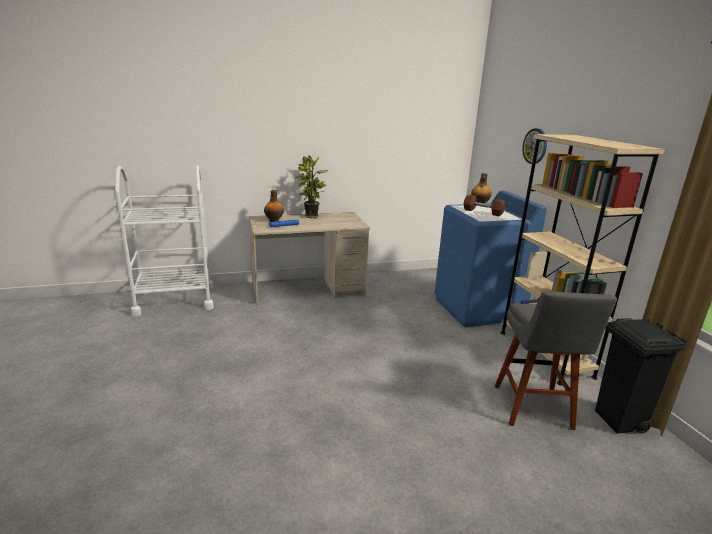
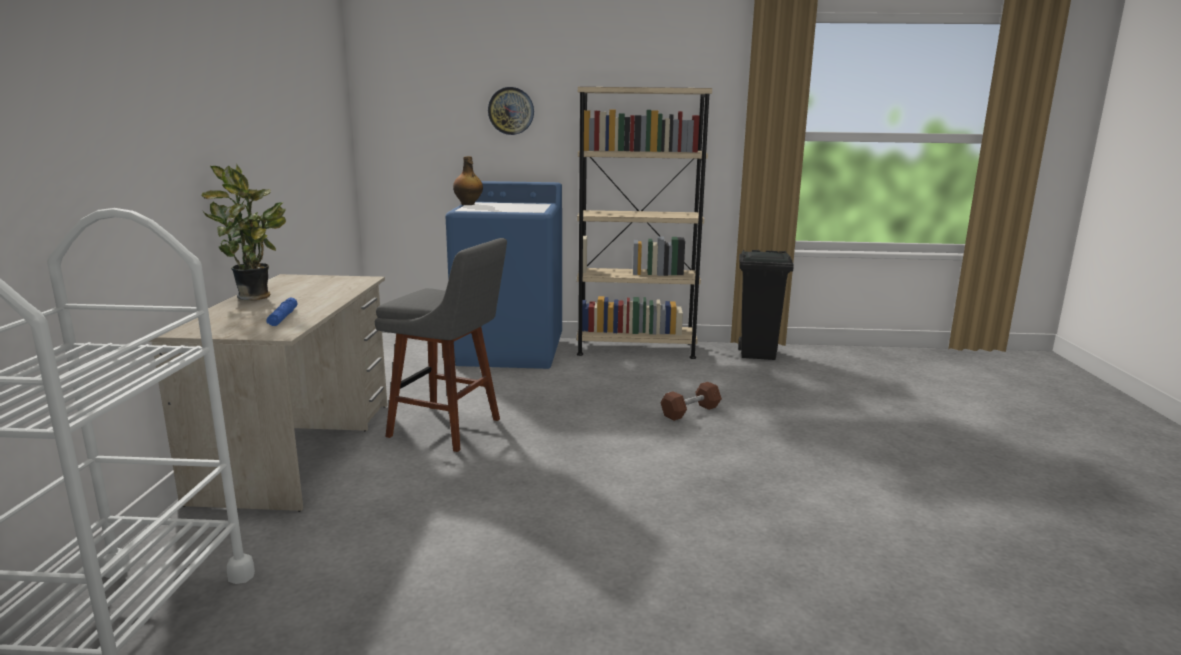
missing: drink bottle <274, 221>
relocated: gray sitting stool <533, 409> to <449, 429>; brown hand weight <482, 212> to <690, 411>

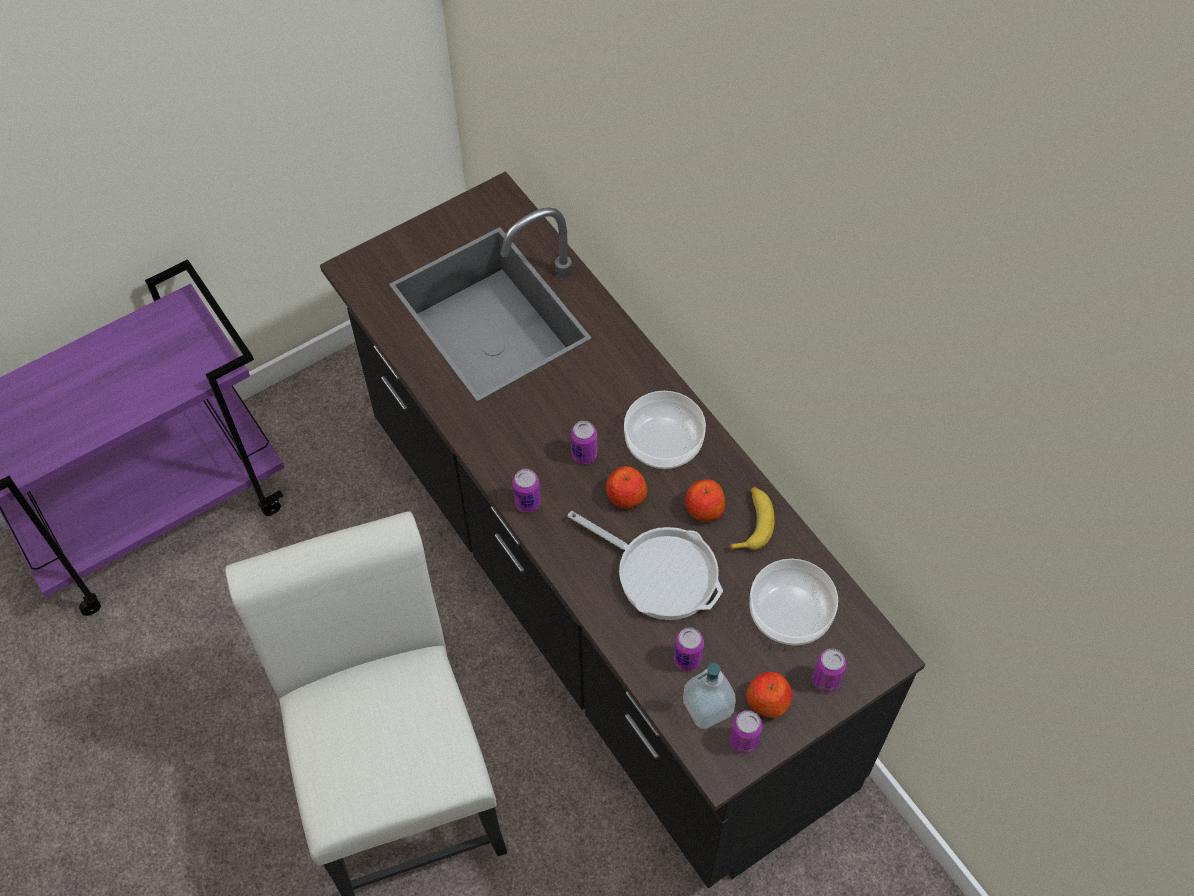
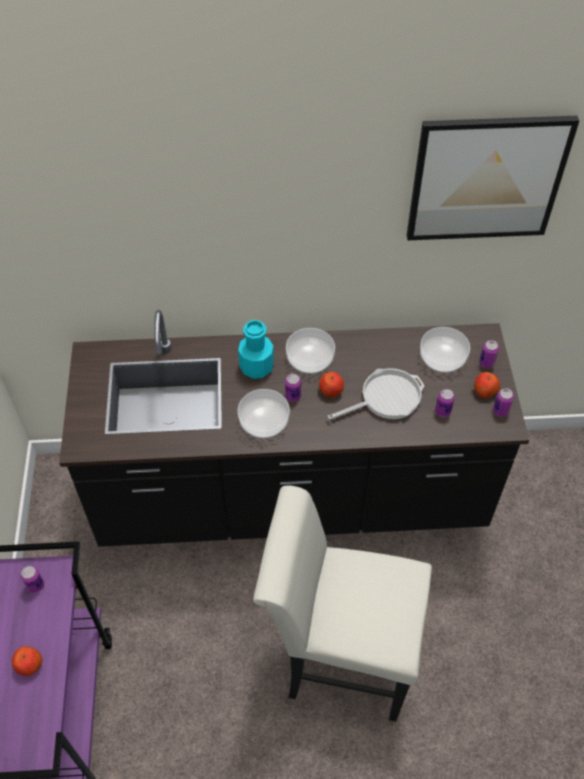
missing: liquid soap bottle <707, 707>; whole banana <752, 522>
appeared: turquoise drink bottle <256, 367>; bowl <264, 421>; wall picture <486, 179>
relocated: whole apple <704, 509> to <29, 665>; can <527, 502> to <36, 585>

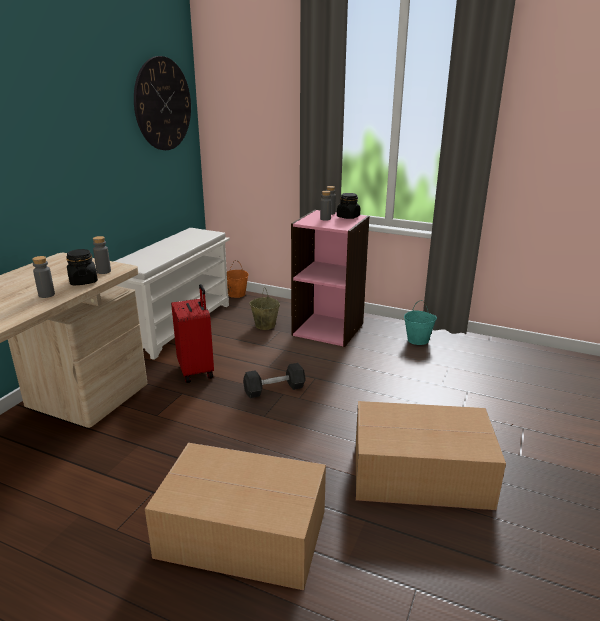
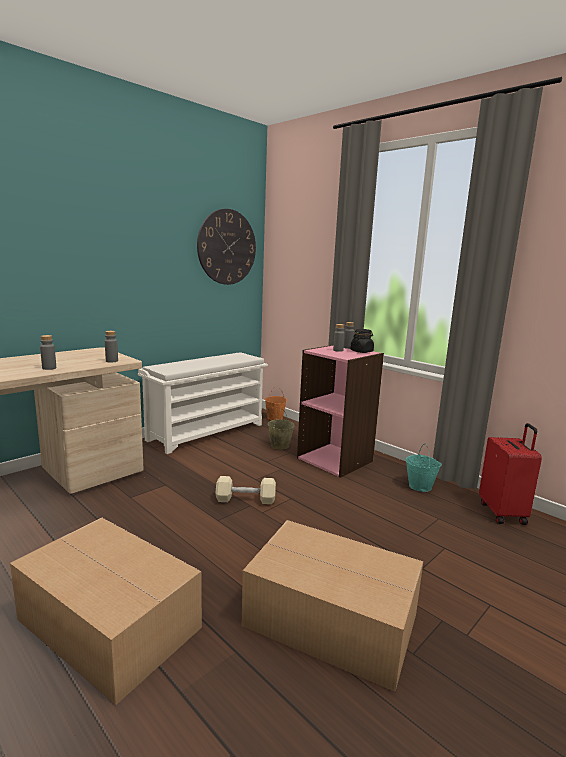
missing: blackish preserve jar <83, 281>
relocated: reddish travel case <197, 370> to <503, 513>
colour: blackish hand weight <274, 389> to sand-coloured hand weight <245, 499>

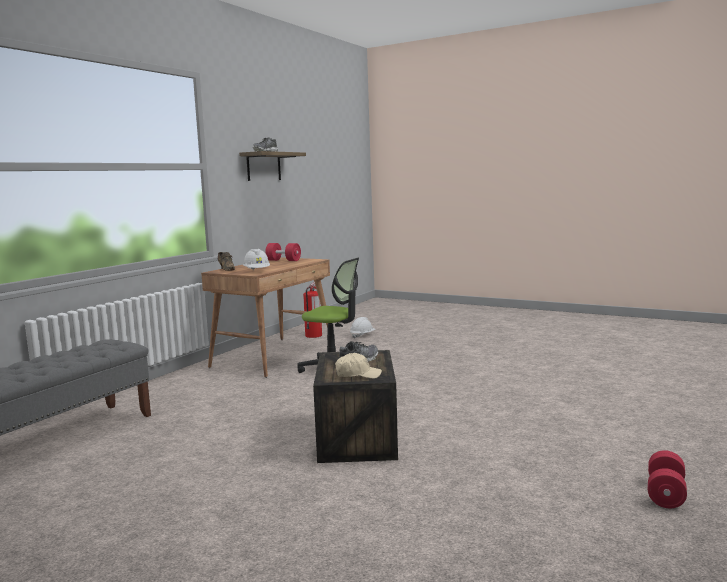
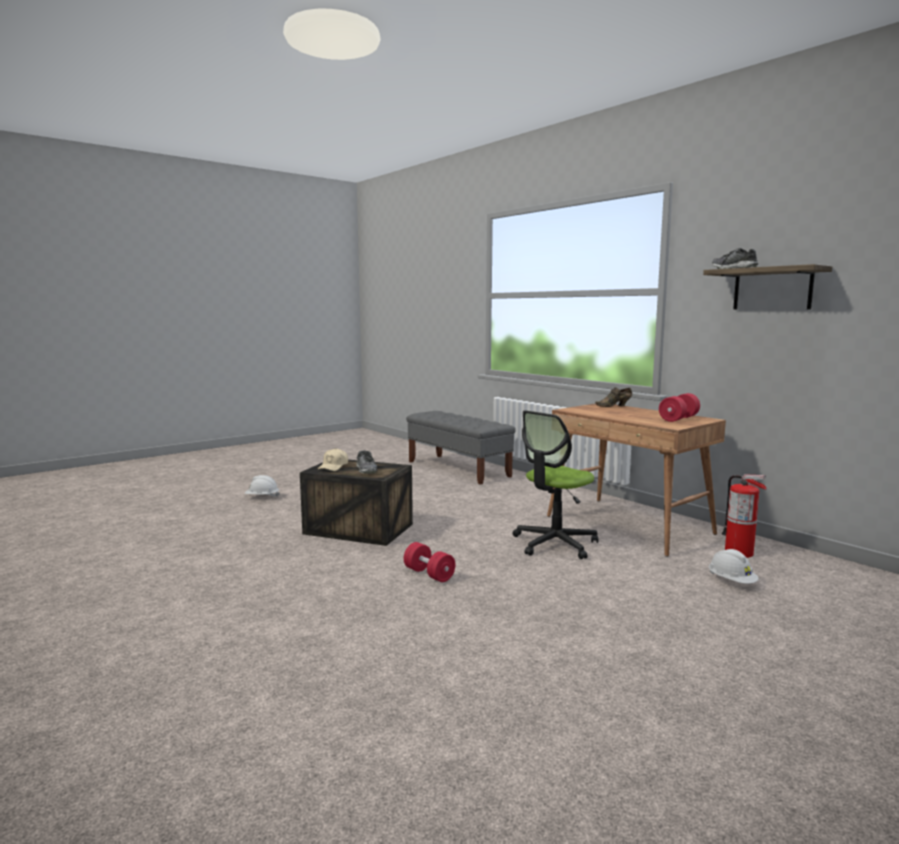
relocated: white safety helmet <257, 271> to <262, 497>; reddish hand weight <665, 494> to <429, 574>

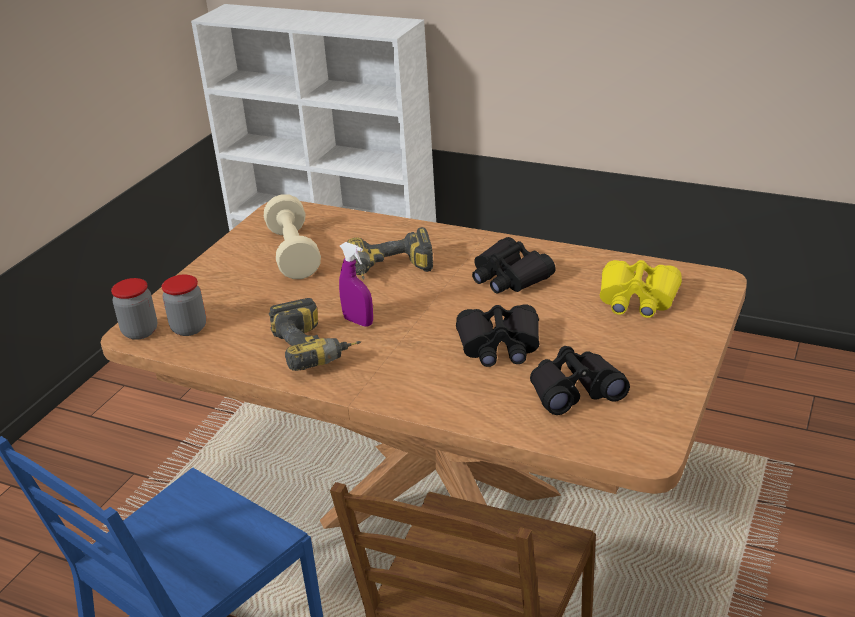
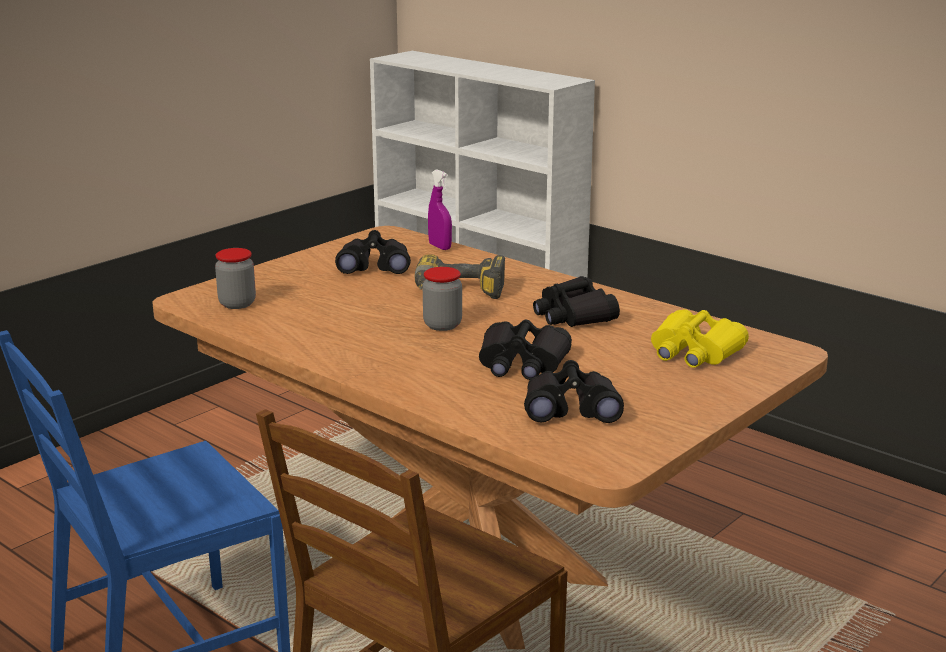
missing: power drill <316, 348>
relocated: preserve jar <140, 332> to <442, 325>; purplish sprayer <358, 321> to <440, 247>
exchanged: sand-coloured hand weight <293, 254> to blackish binoculars <374, 266>

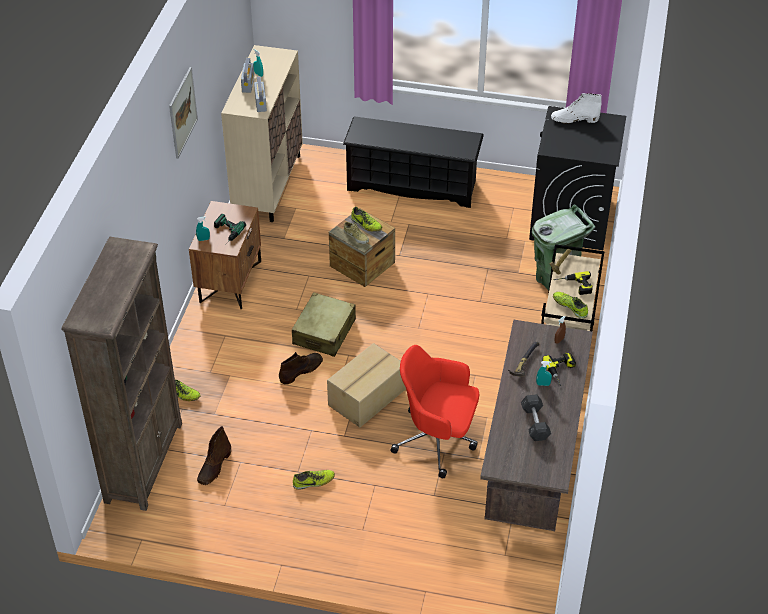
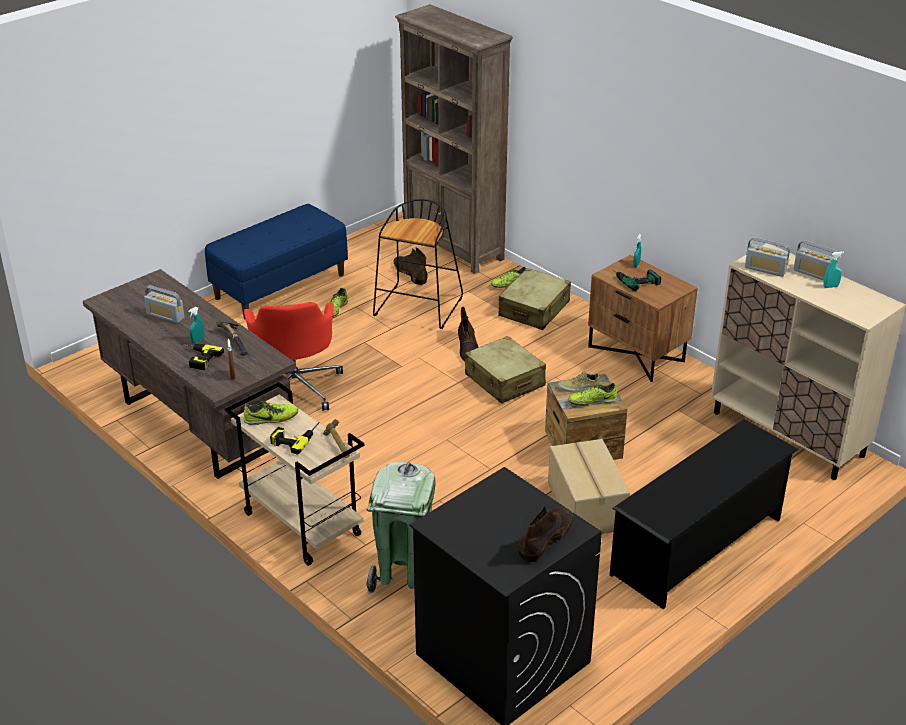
missing: wall picture <182, 112>
appeared: bluish indoor bench <280, 286>; blackish sitting stool <418, 308>; sand-coloured travel case <534, 309>
relocated: cardboard box <367, 397> to <585, 506>
exchanged: gray hand weight <535, 423> to radio <165, 316>
colour: white tall boot <574, 119> to brown tall boot <546, 538>
spun: reddish computer chair <437, 440> = <295, 387> 120 degrees clockwise

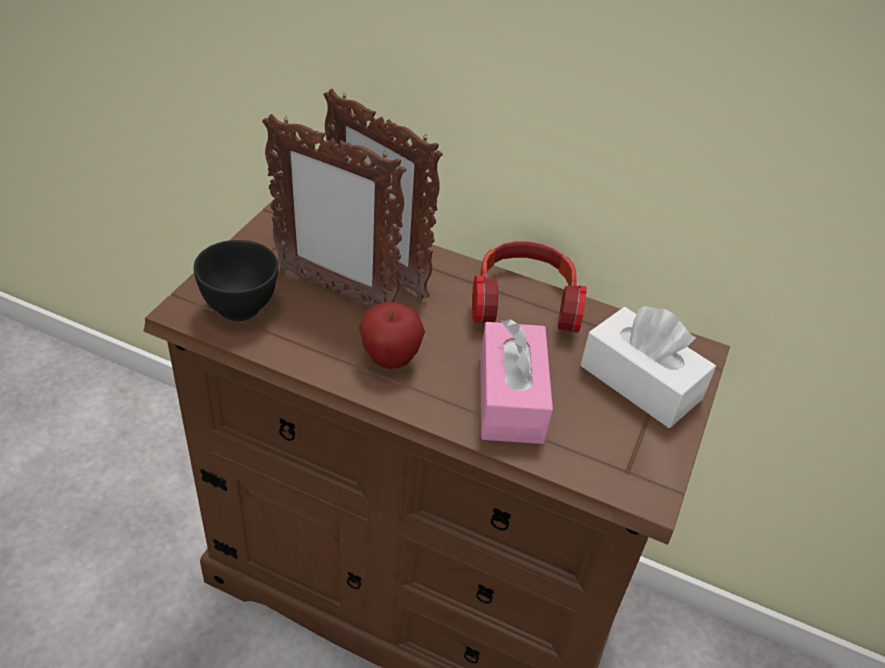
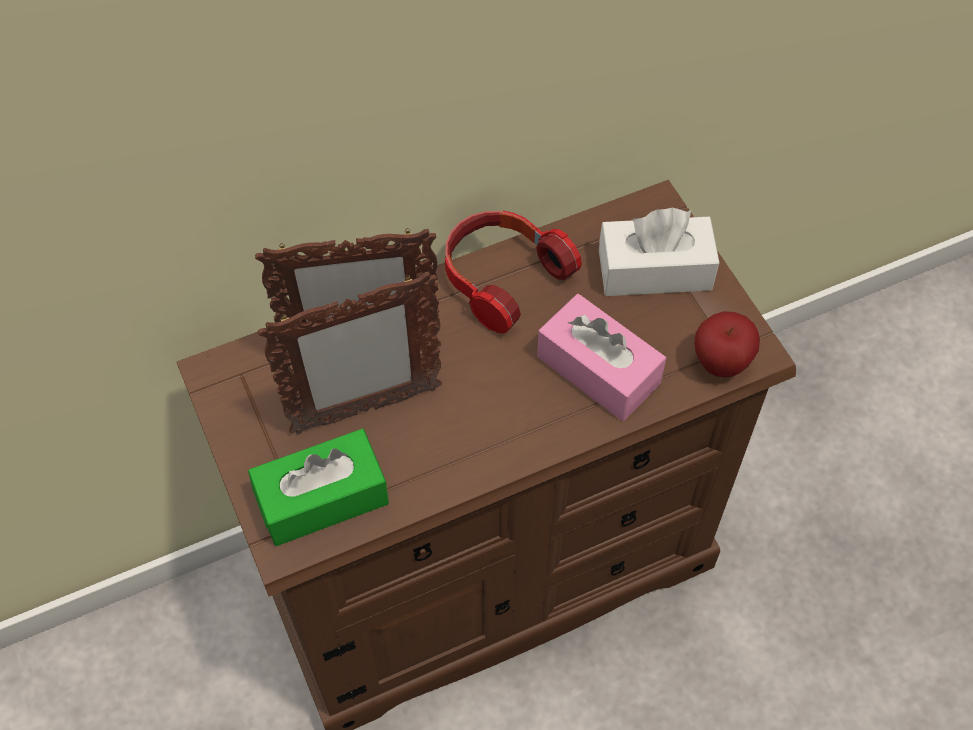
relocated: whole apple <390, 359> to <720, 364>
exchanged: blackish bowl <241, 308> to green-coloured tissue holder <322, 498>

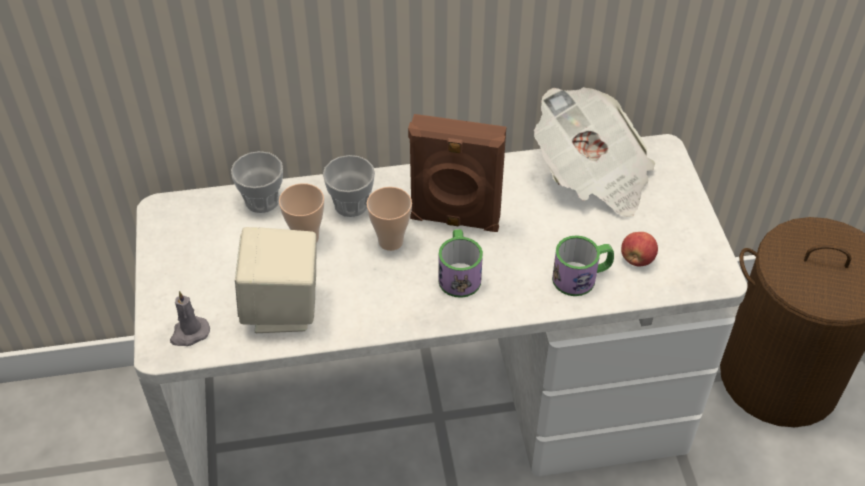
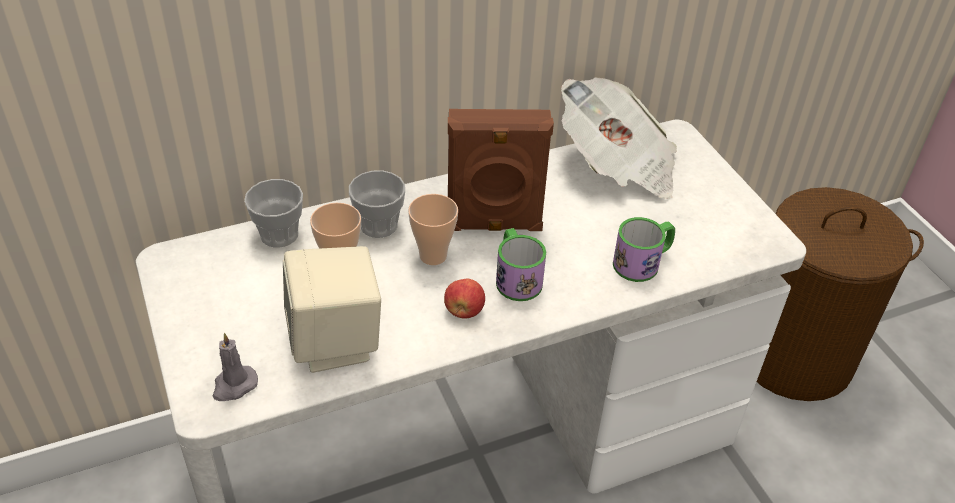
relocated: whole apple <637, 259> to <464, 311>

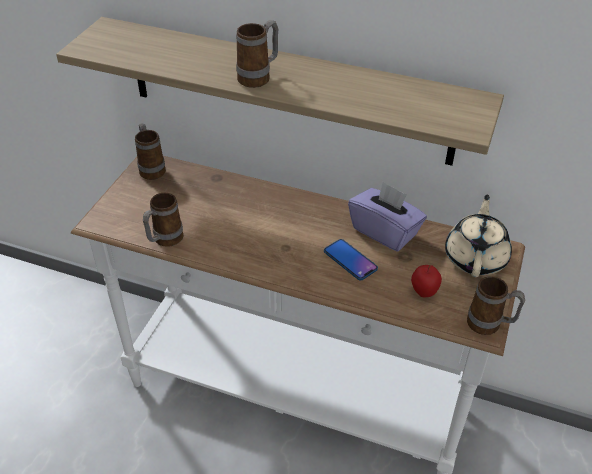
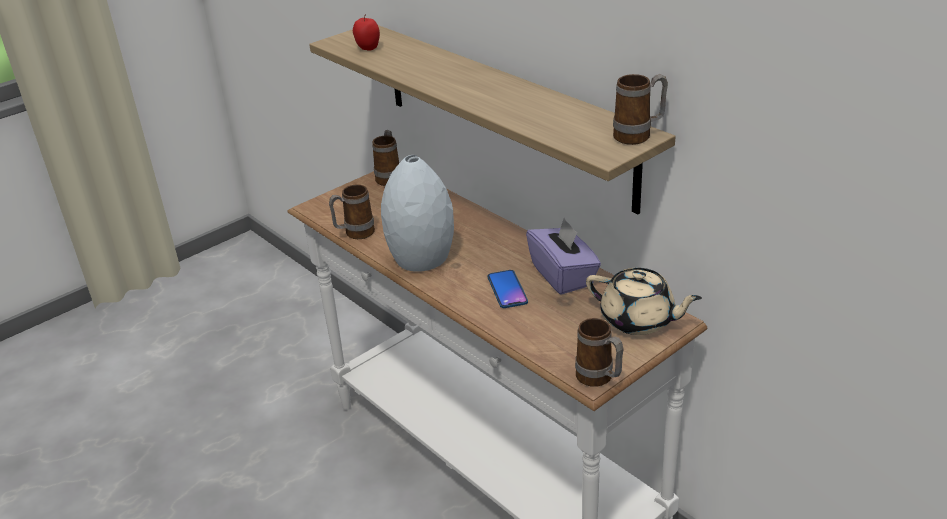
appeared: gray flower vase <419, 258>
relocated: whole apple <423, 293> to <368, 48>; mug <259, 77> to <639, 136>
spun: sand-coloured teapot <476, 257> = <638, 320> 75 degrees clockwise

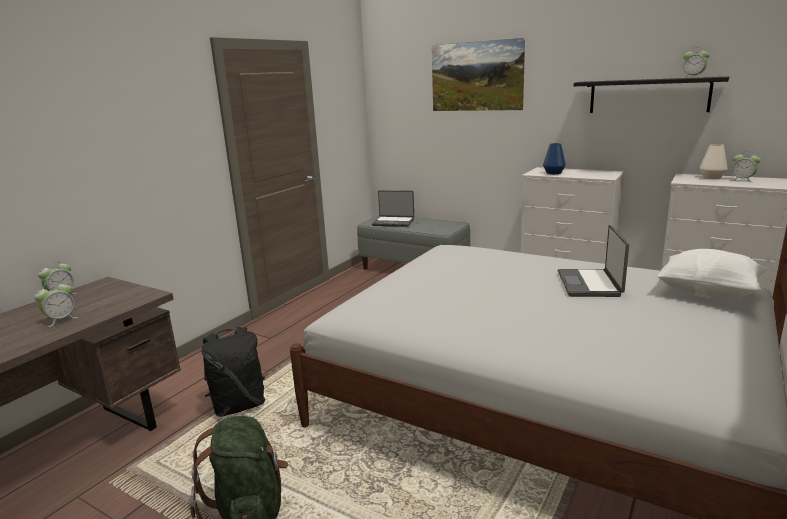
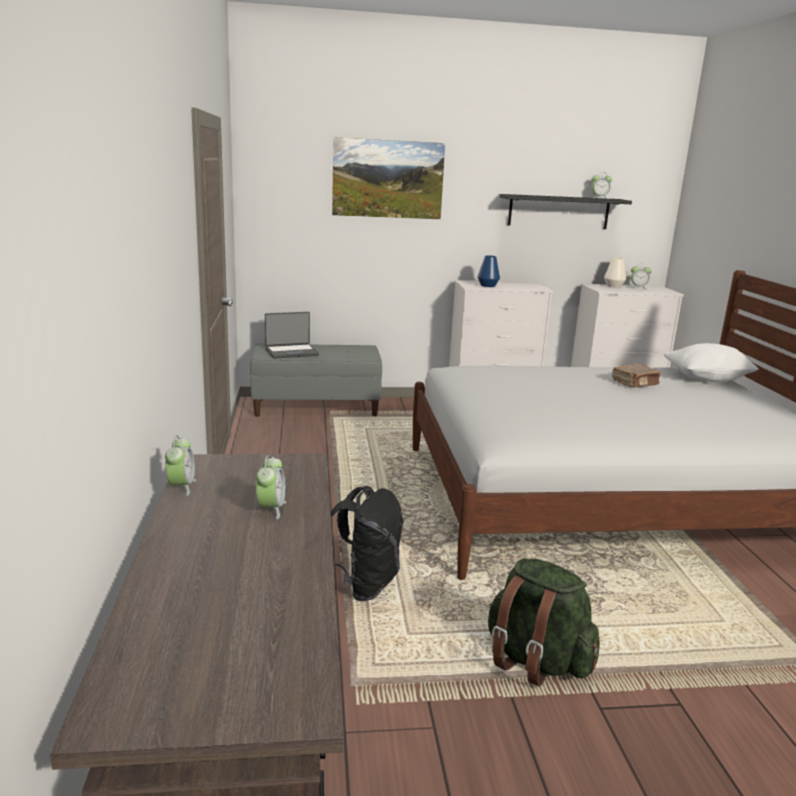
exchanged: portable computer <590, 284> to brown book <635, 383>

